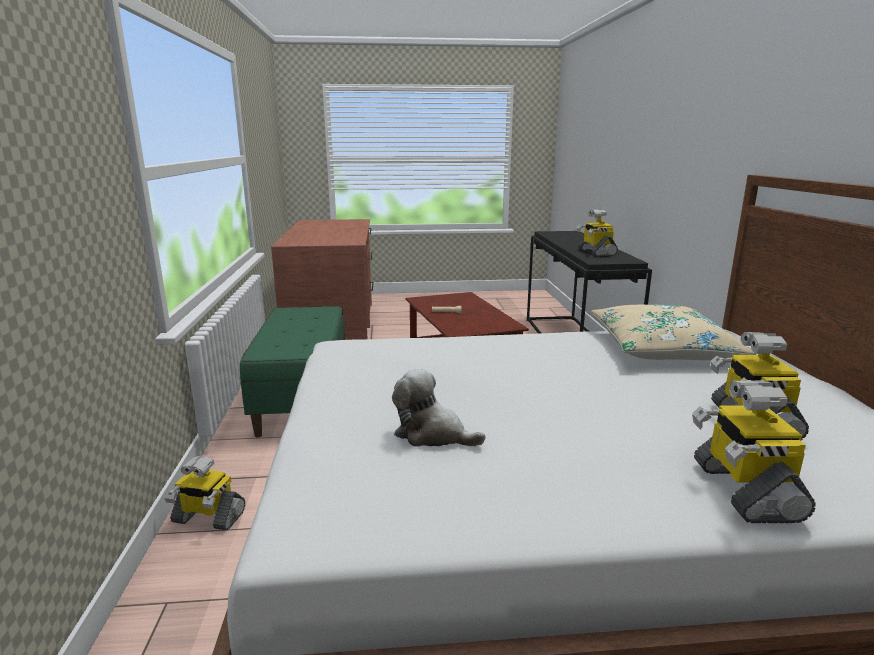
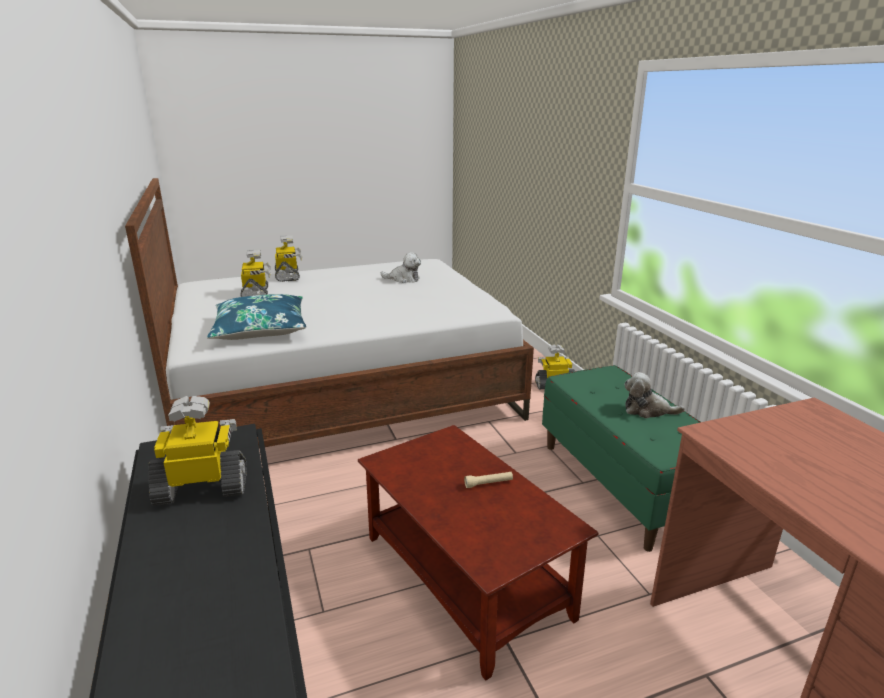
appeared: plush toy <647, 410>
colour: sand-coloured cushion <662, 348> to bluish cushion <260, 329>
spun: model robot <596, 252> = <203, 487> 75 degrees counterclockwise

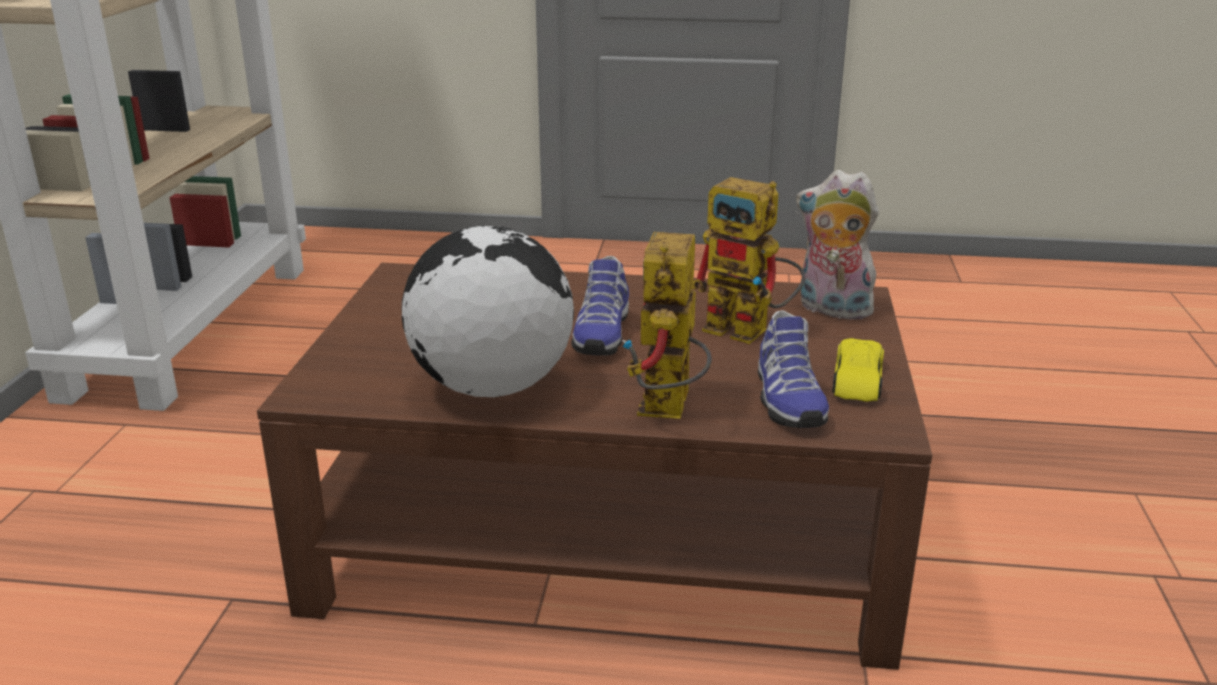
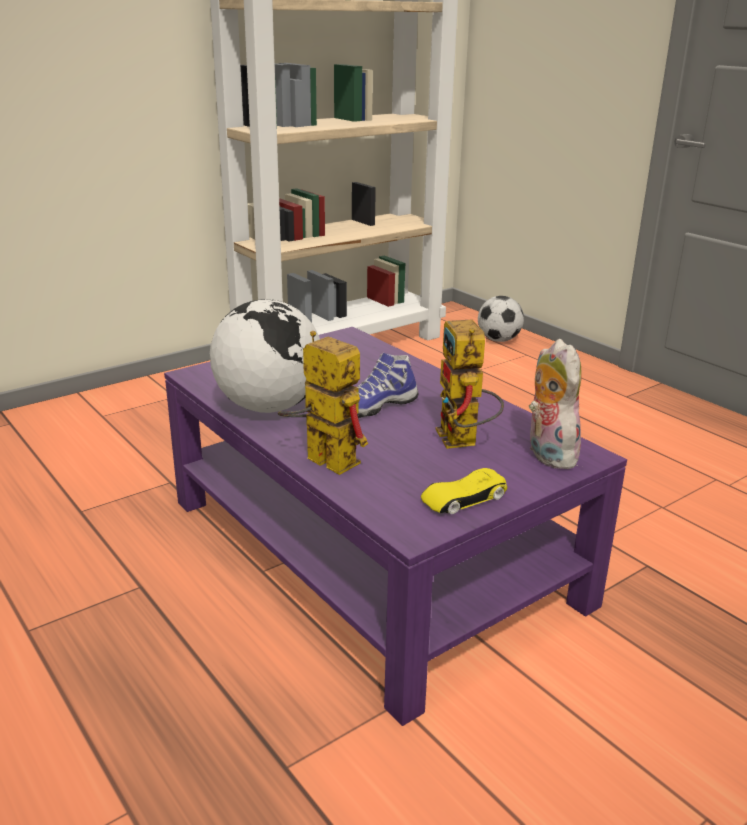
missing: item of footwear <786, 400>
appeared: ball for football <498, 340>
colour: brown lounge table <611, 532> to purplish lounge table <373, 551>
spun: model robot <669, 411> = <321, 459> 75 degrees clockwise

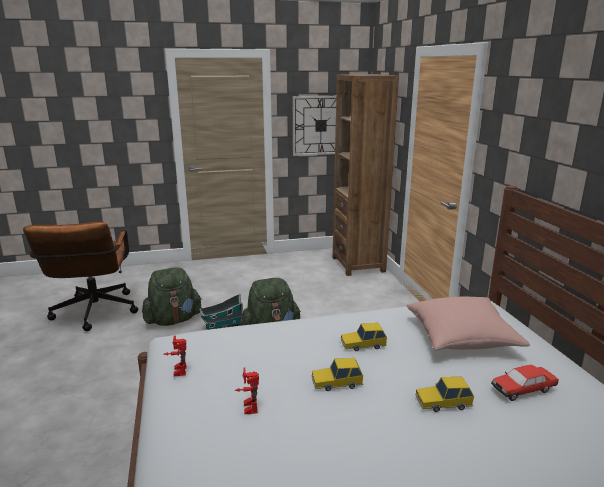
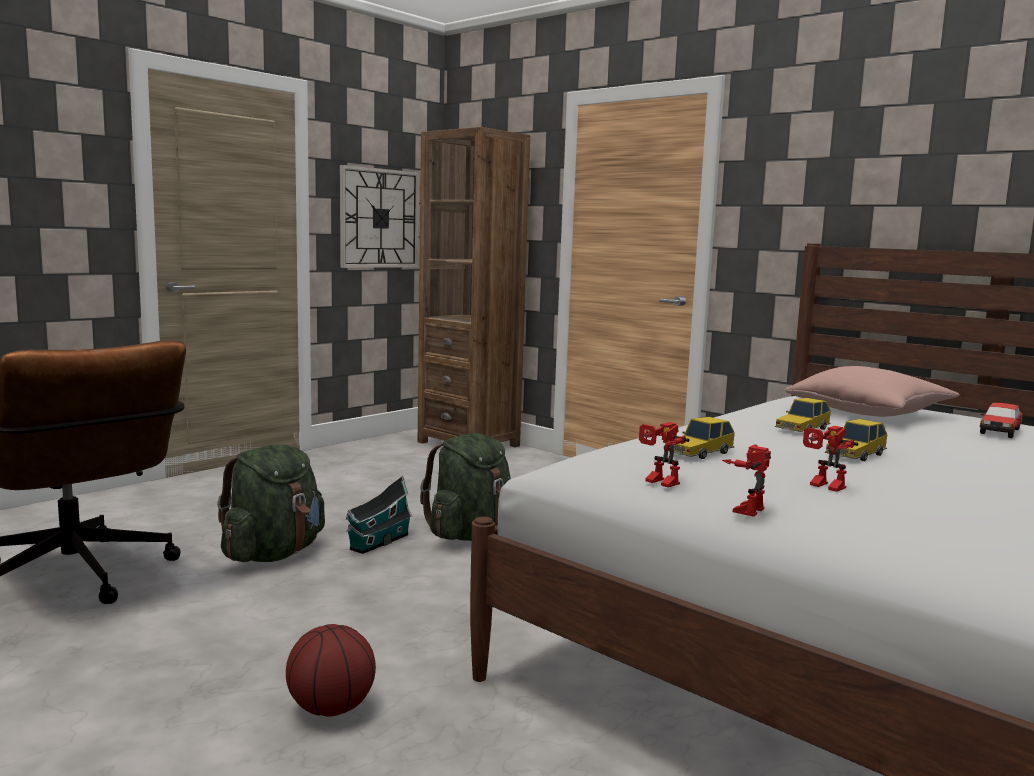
appeared: basketball <330, 709>; model robot <744, 508>
relocated: model car <443, 402> to <699, 453>

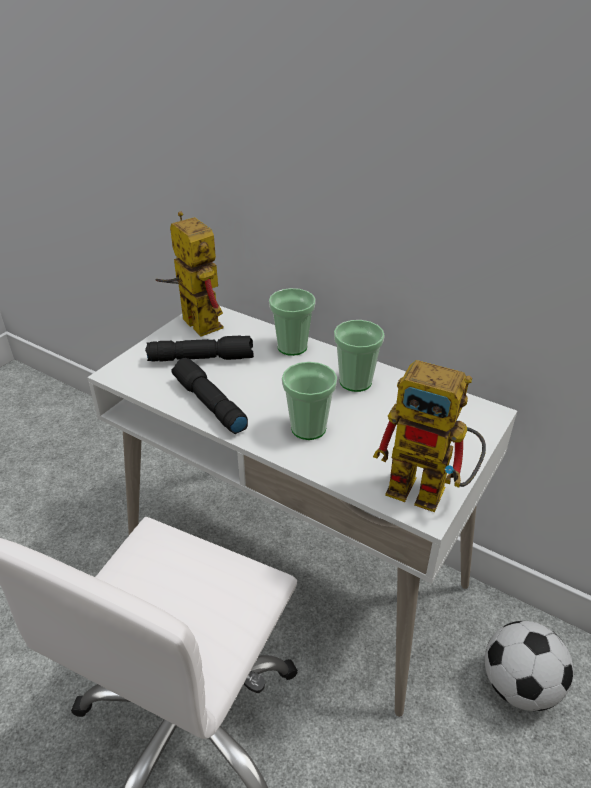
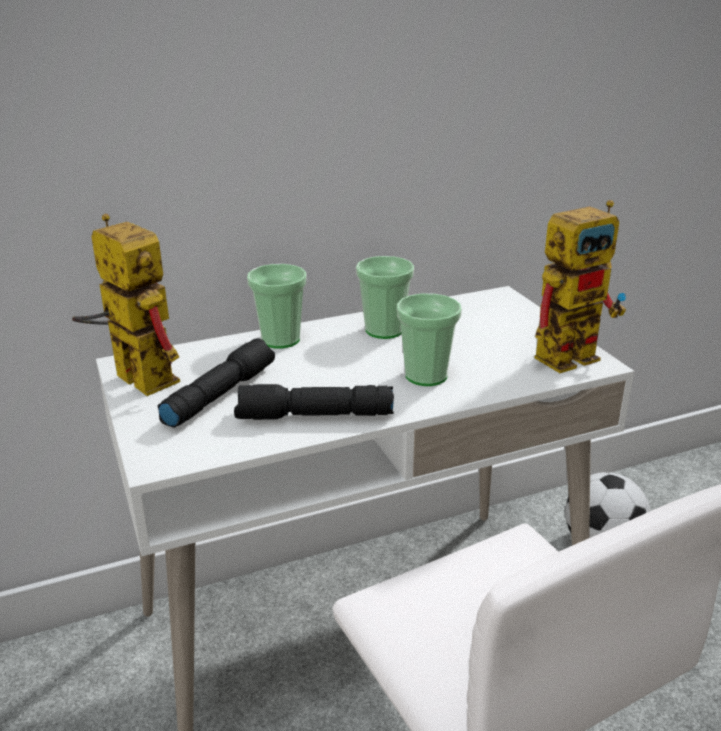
spun: model robot <194, 321> = <134, 377> 45 degrees clockwise

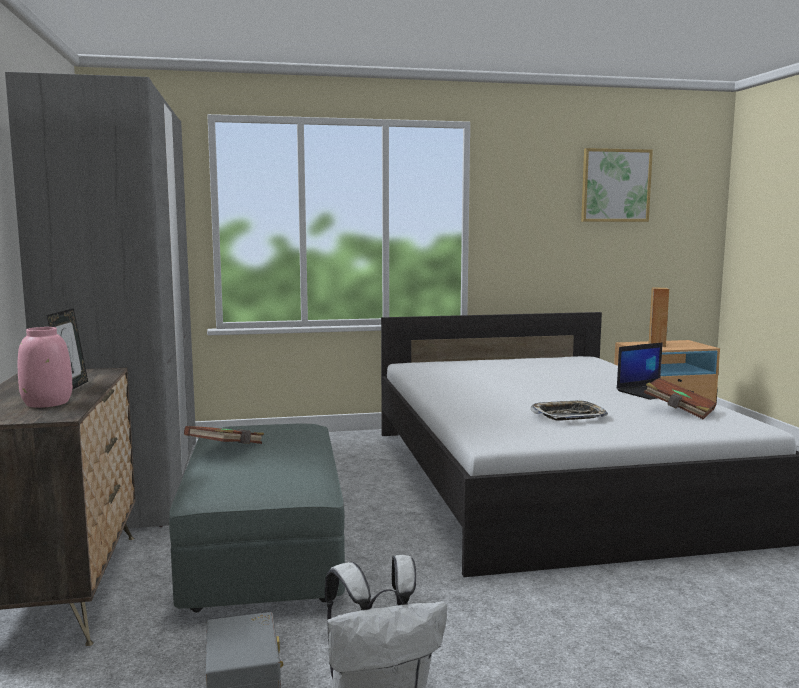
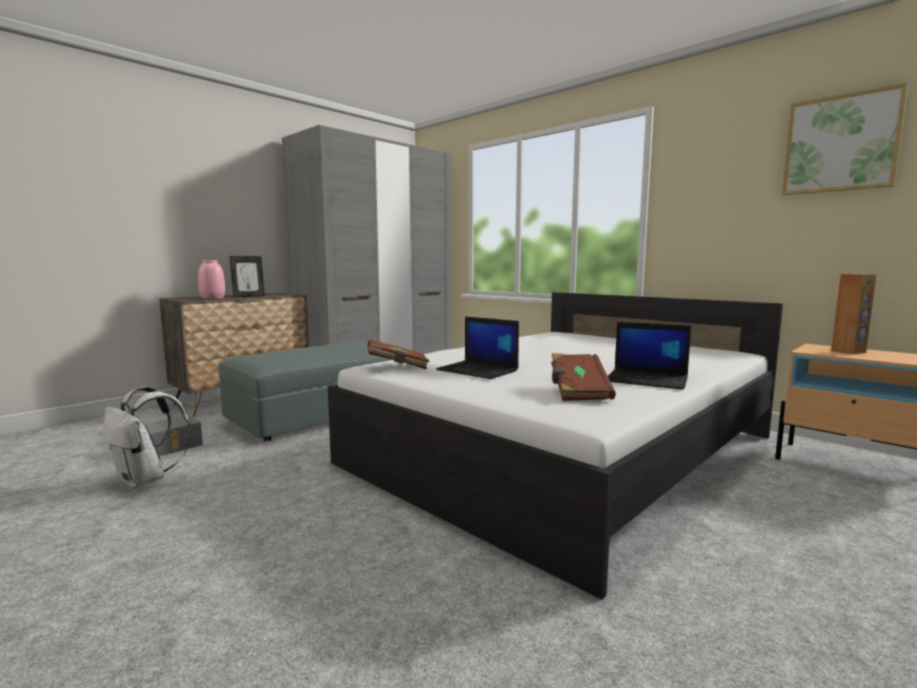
relocated: brown book <227, 450> to <397, 367>
exchanged: tray <568, 416> to portable computer <479, 370>

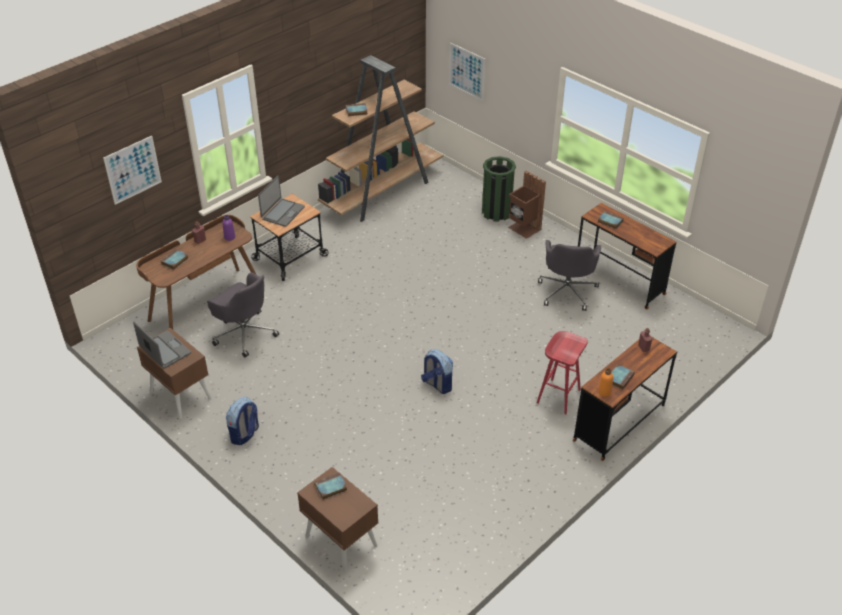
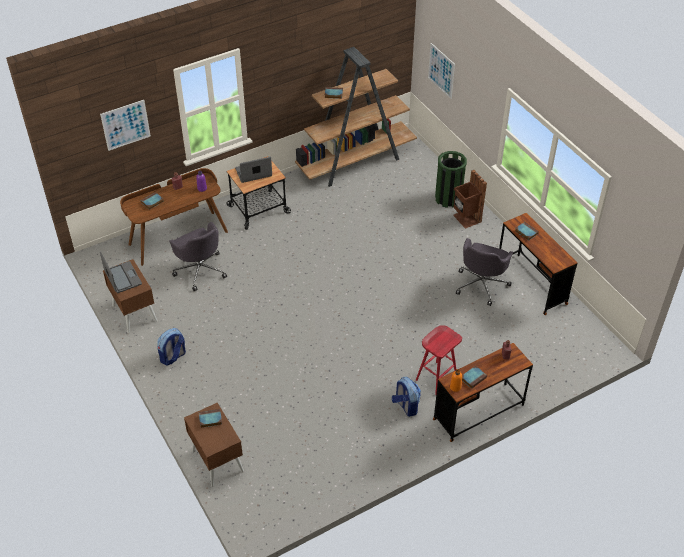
relocated: knapsack <437, 384> to <405, 406>
spun: portable computer <282, 213> = <253, 173> 150 degrees counterclockwise

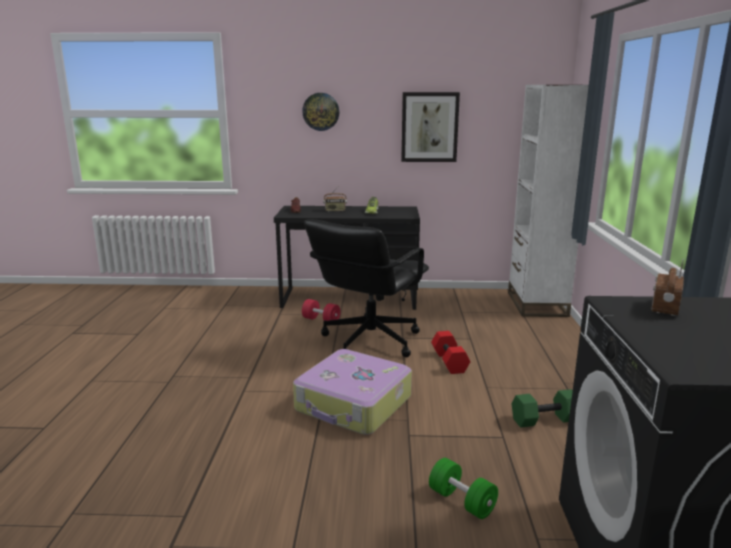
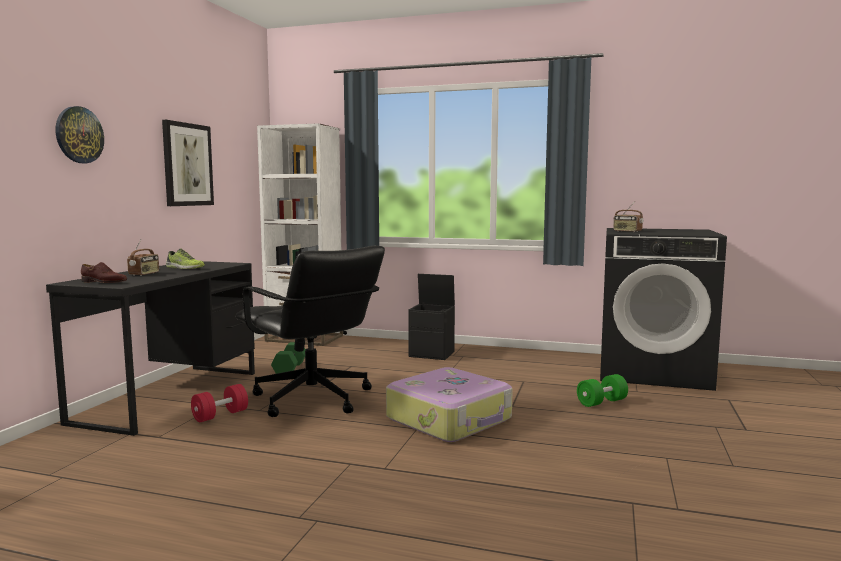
missing: reddish hand weight <450, 362>
appeared: blackish storage bin <432, 354>
relocated: green-coloured hand weight <544, 420> to <290, 369>

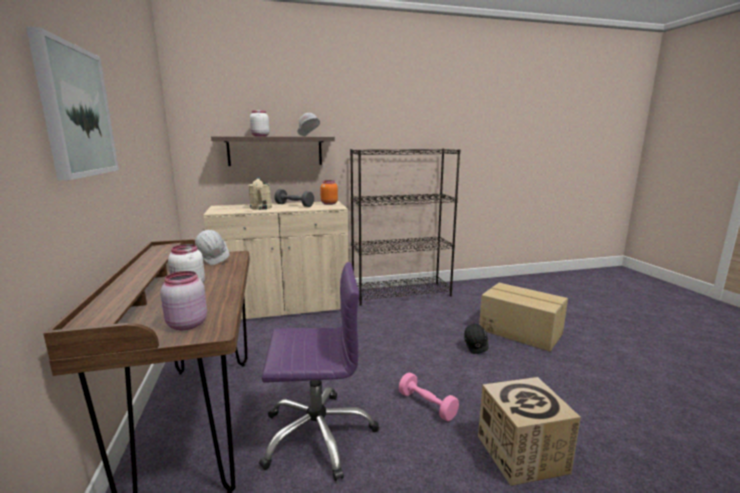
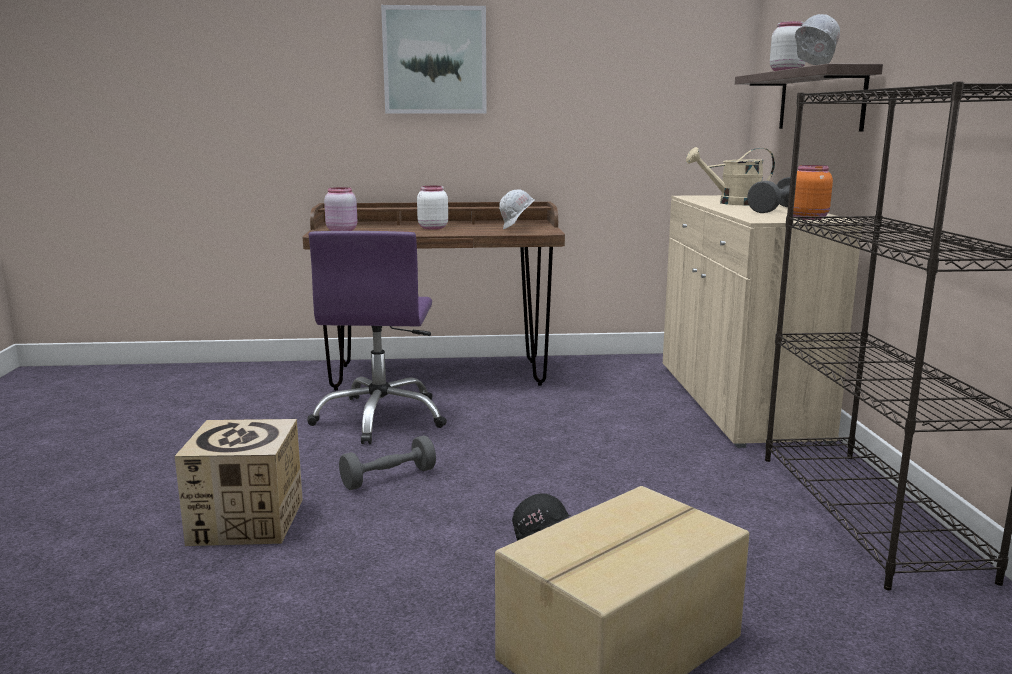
colour: pinkish hand weight <427, 405> to gray hand weight <388, 478>

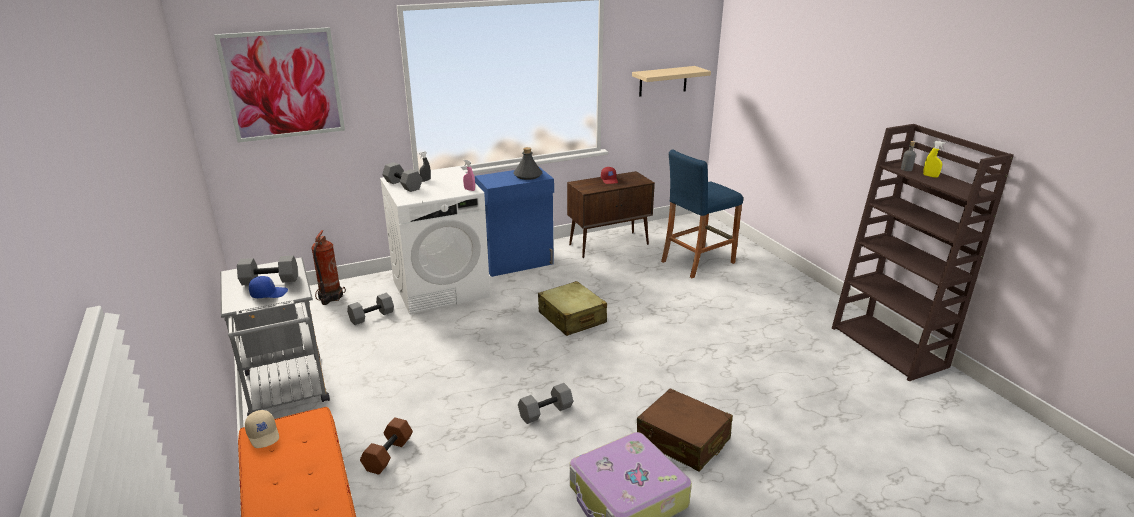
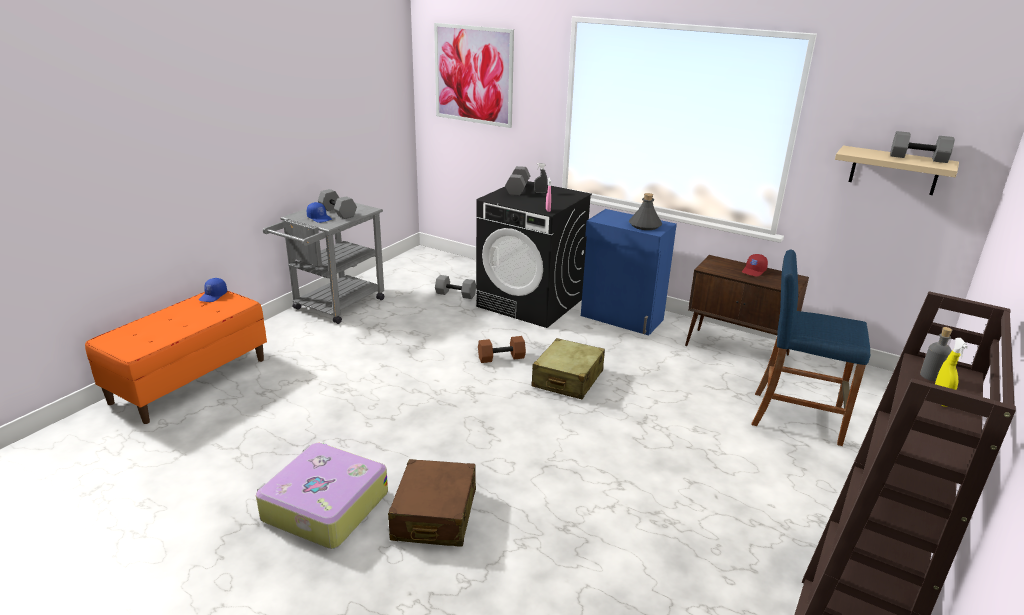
missing: fire extinguisher <329, 297>
relocated: brown hand weight <388, 454> to <501, 357>; gray hand weight <545, 412> to <917, 158>
colour: sand-coloured baseball cap <264, 435> to bluish baseball cap <213, 296>; white washing machine <441, 288> to blackish washing machine <531, 303>

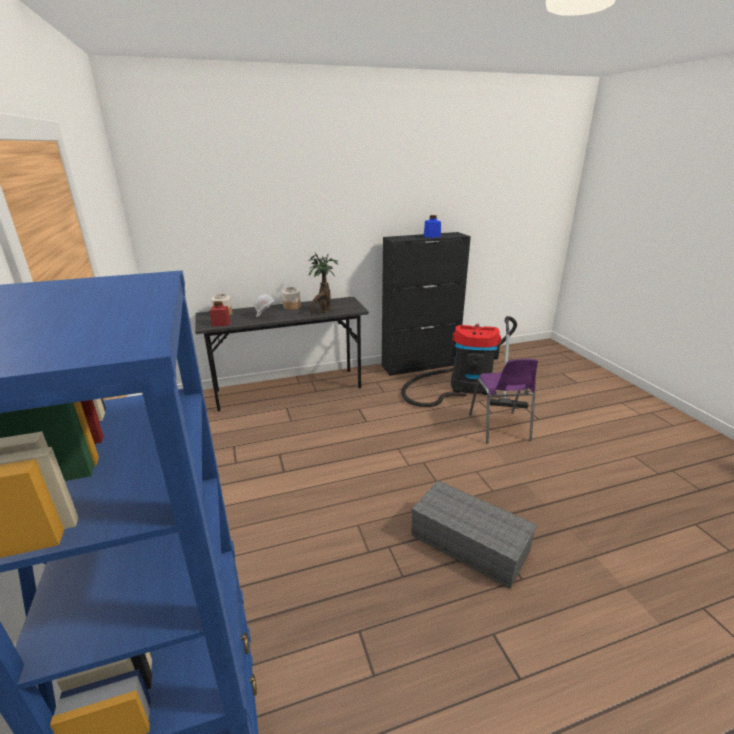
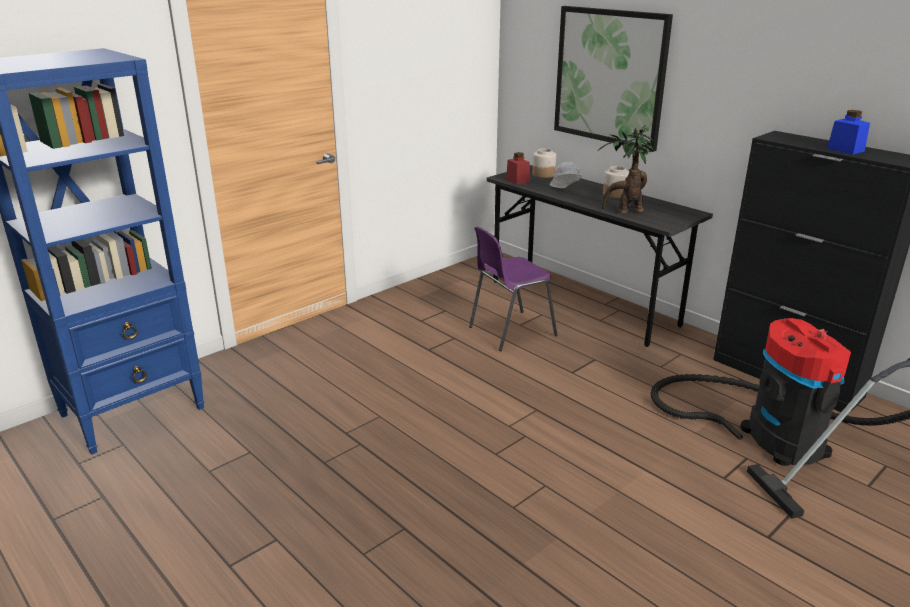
missing: gray storage bin <467, 543>
appeared: wall picture <610, 77>
relocated: purplish plain chair <499, 428> to <510, 331>

